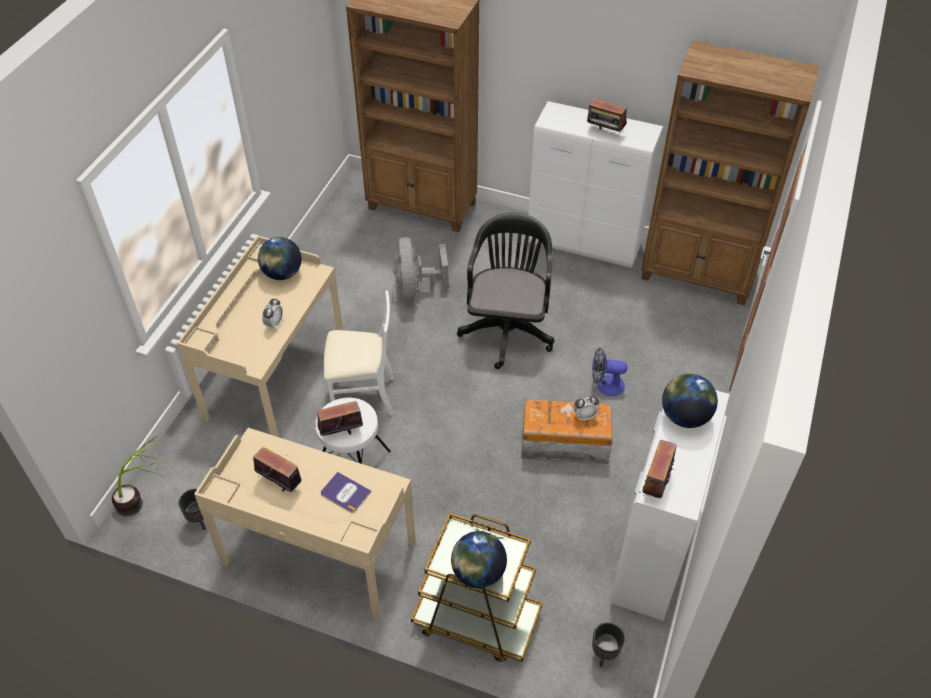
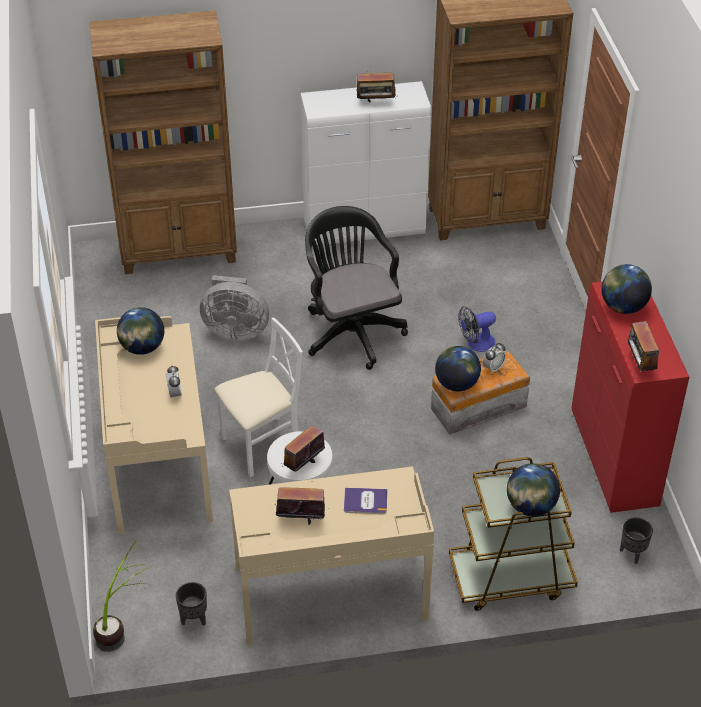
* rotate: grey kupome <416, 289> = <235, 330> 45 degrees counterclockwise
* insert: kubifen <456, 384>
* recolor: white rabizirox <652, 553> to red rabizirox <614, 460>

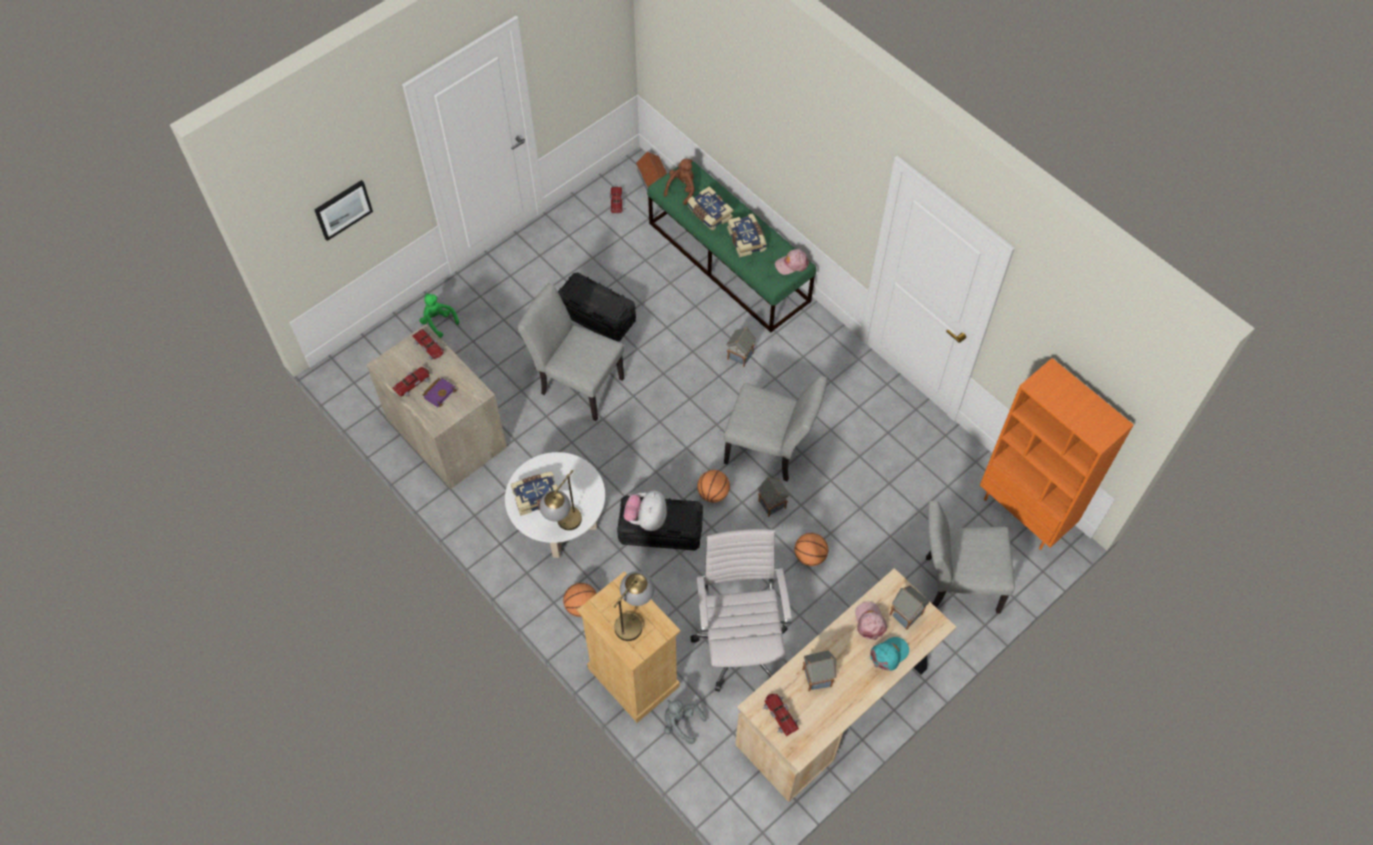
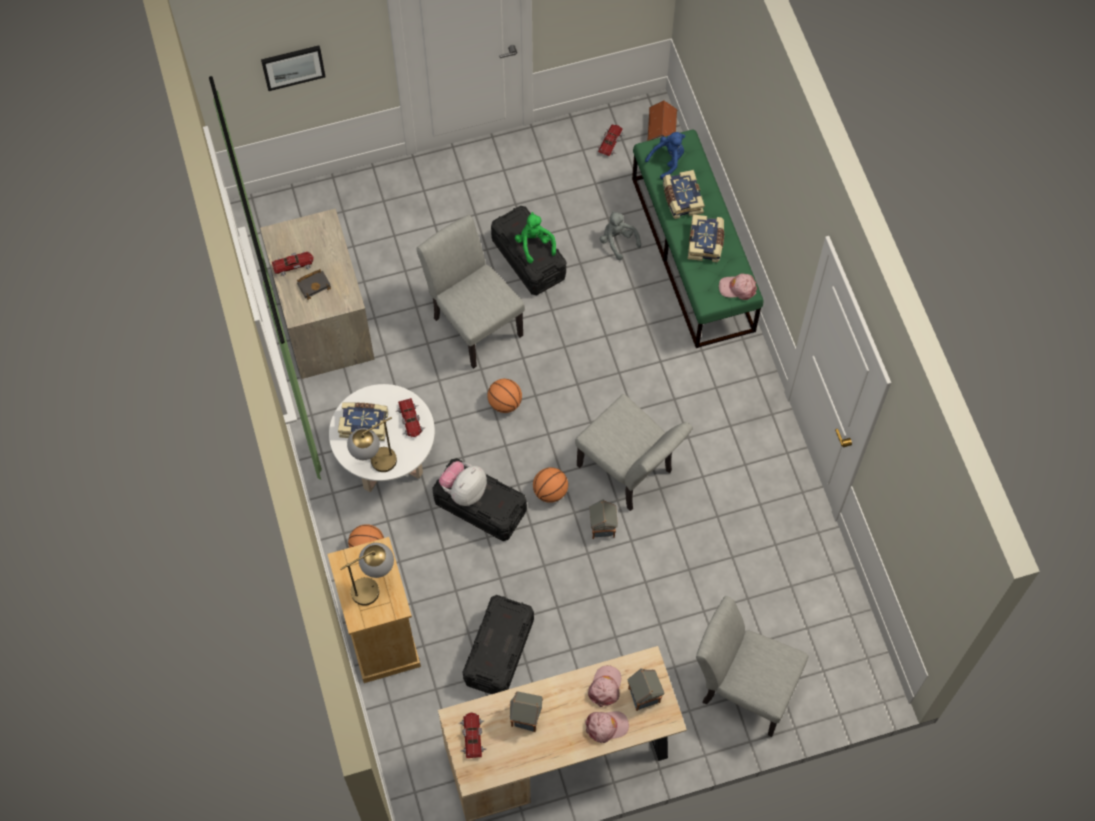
* recolor: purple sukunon <439, 392> to black sukunon <314, 284>
* move: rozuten <429, 347> to <410, 420>
* replace: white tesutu <740, 643> to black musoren <499, 651>
* move: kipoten <810, 556> to <505, 403>
* move: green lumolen <438, 322> to <534, 244>
* recolor: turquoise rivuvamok <889, 654> to pink rivuvamok <606, 726>
* move: grey lumolen <681, 723> to <618, 241>
* recolor: brown lumolen <682, 189> to blue lumolen <667, 160>
* delete: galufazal <740, 355>
* delete: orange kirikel <1025, 513>

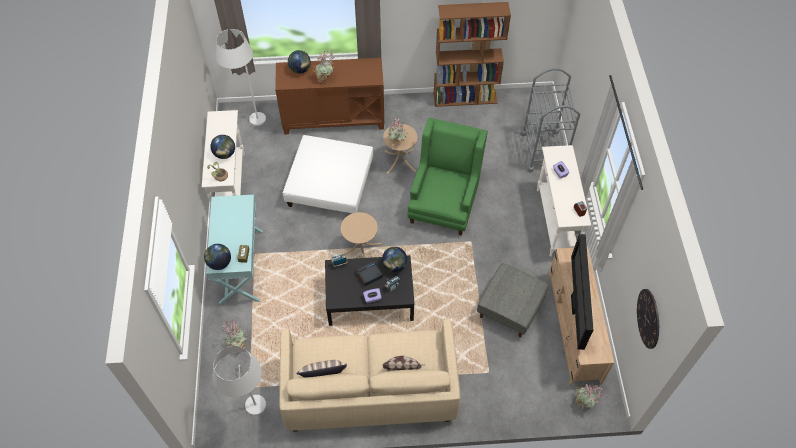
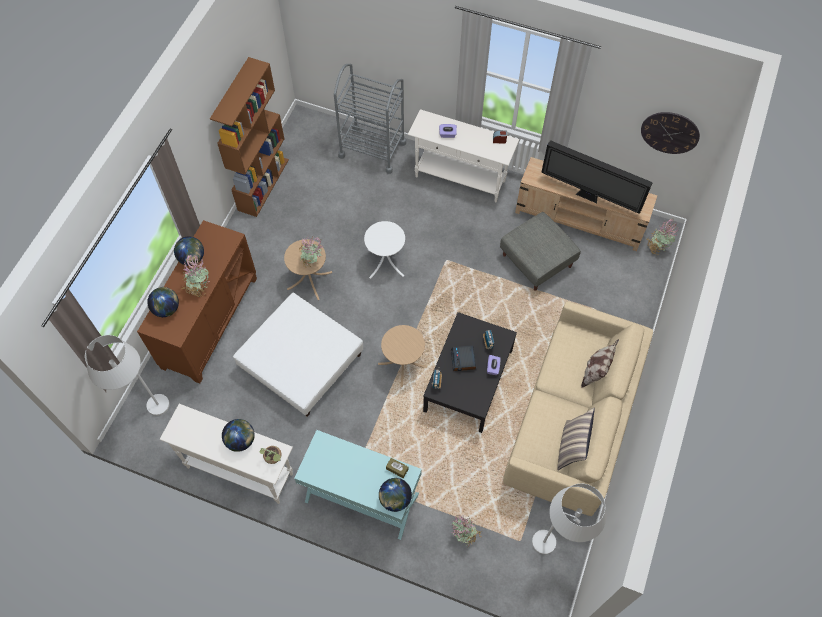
* move: kubifen <394, 265> to <192, 259>
* replace: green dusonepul <444, 202> to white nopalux <385, 262>

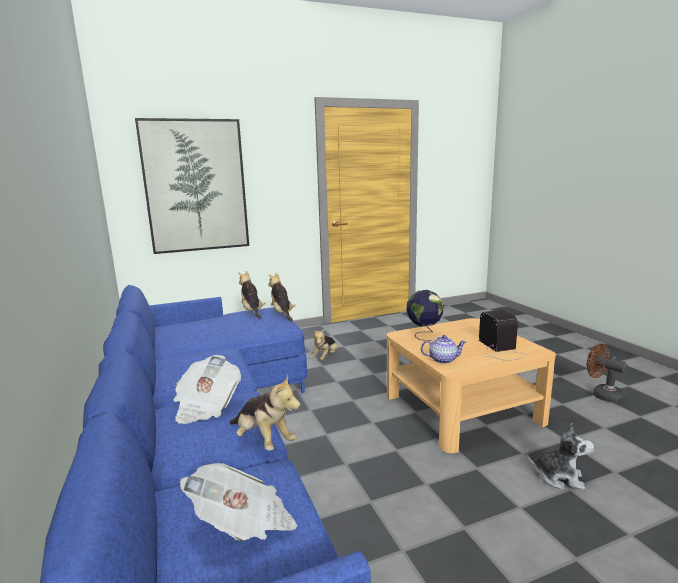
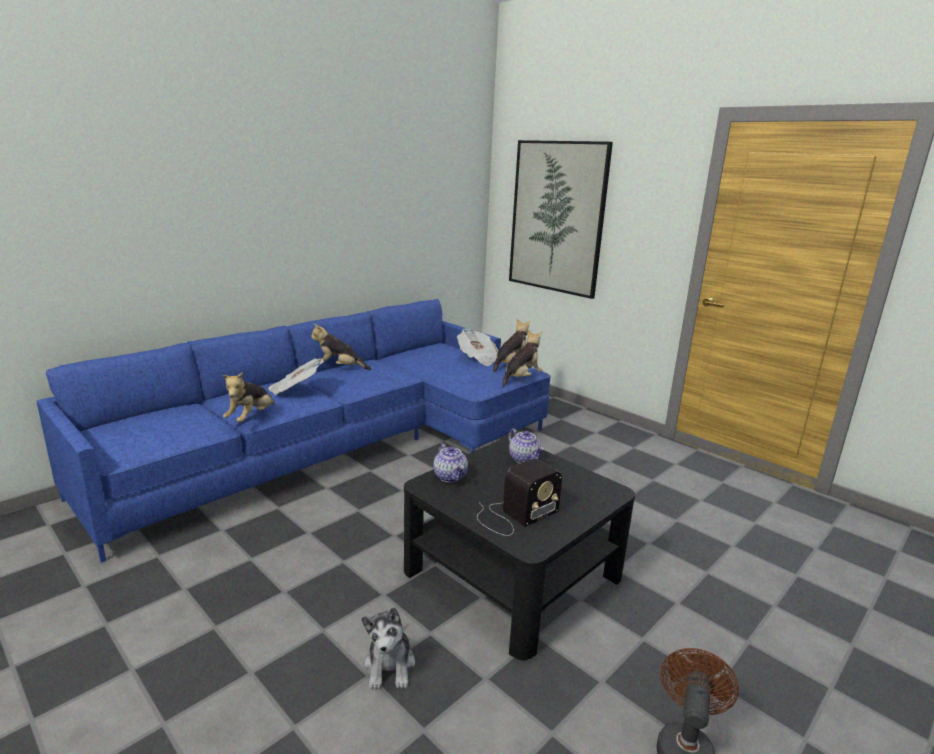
* move: lumolen <325, 357> to <339, 368>
* recolor: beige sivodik <461, 408> to black sivodik <512, 573>
* move: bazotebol <244, 524> to <478, 359>
* replace: kubifen <424, 335> to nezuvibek <524, 459>

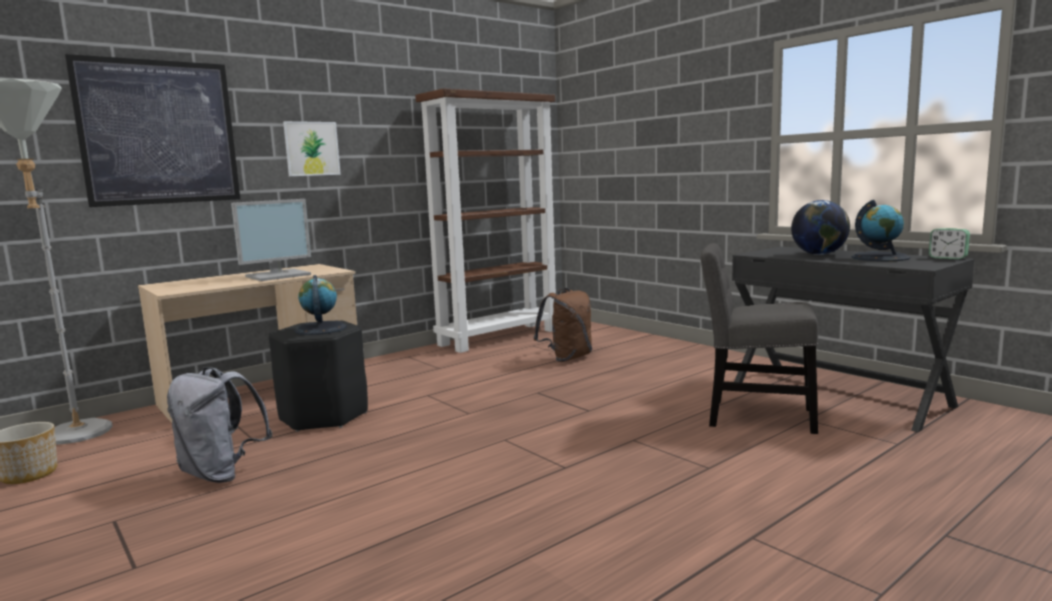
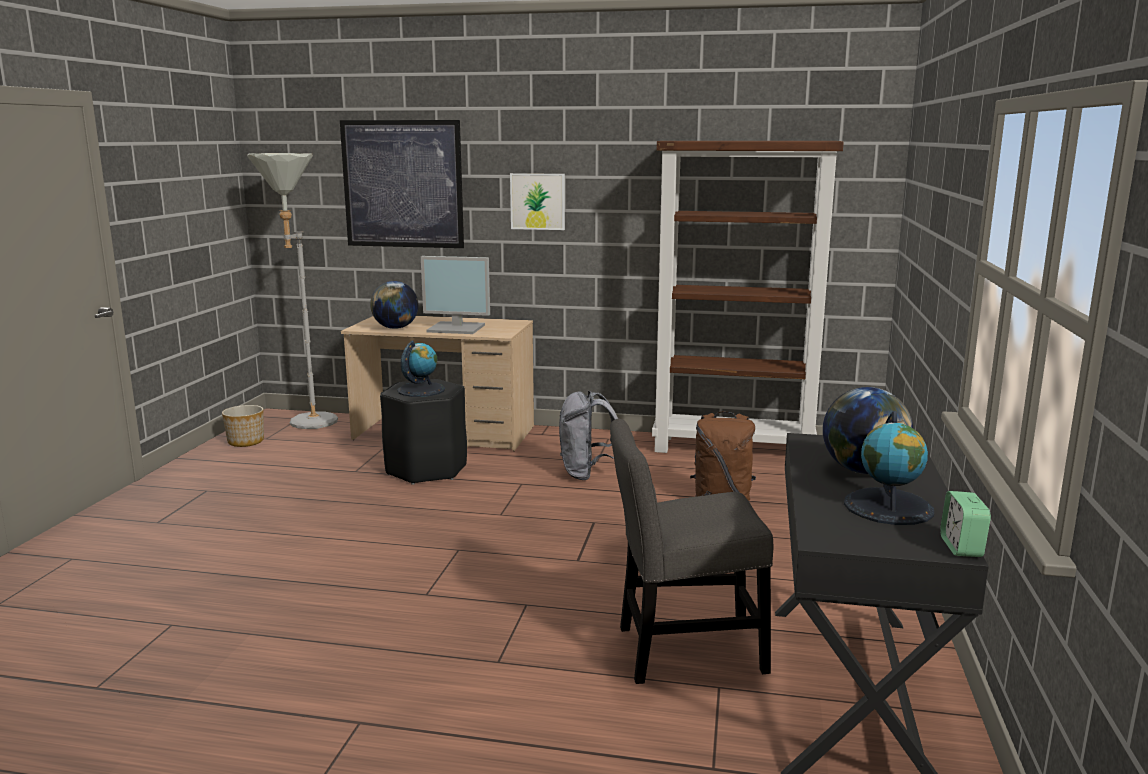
* insert: kubifen <395, 328>
* move: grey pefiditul <221, 474> to <587, 474>
* rotate: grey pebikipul <754, 416> = <682, 651> 75 degrees counterclockwise

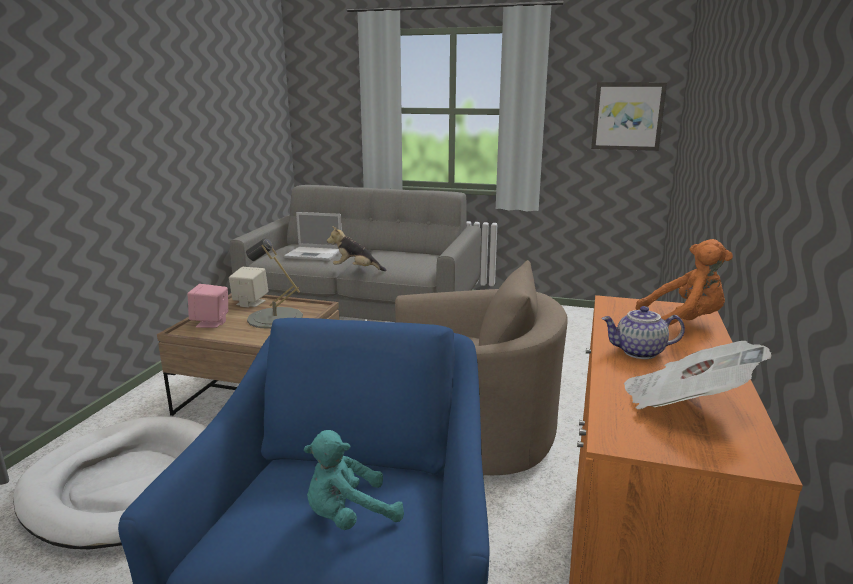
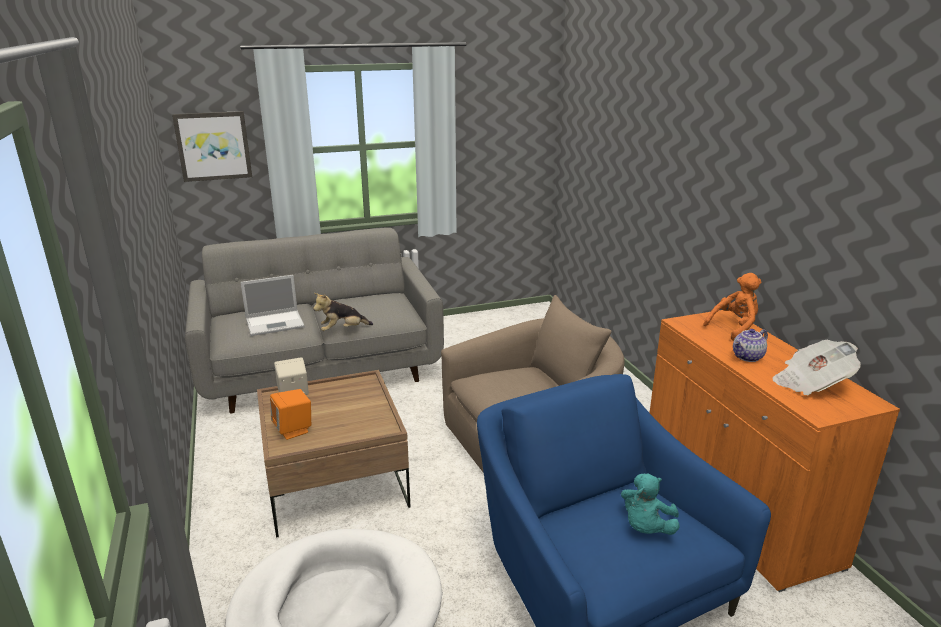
* move: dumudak <627, 116> to <213, 146>
* recolor: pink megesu <211, 323> to orange megesu <293, 430>
* delete: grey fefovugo <275, 318>

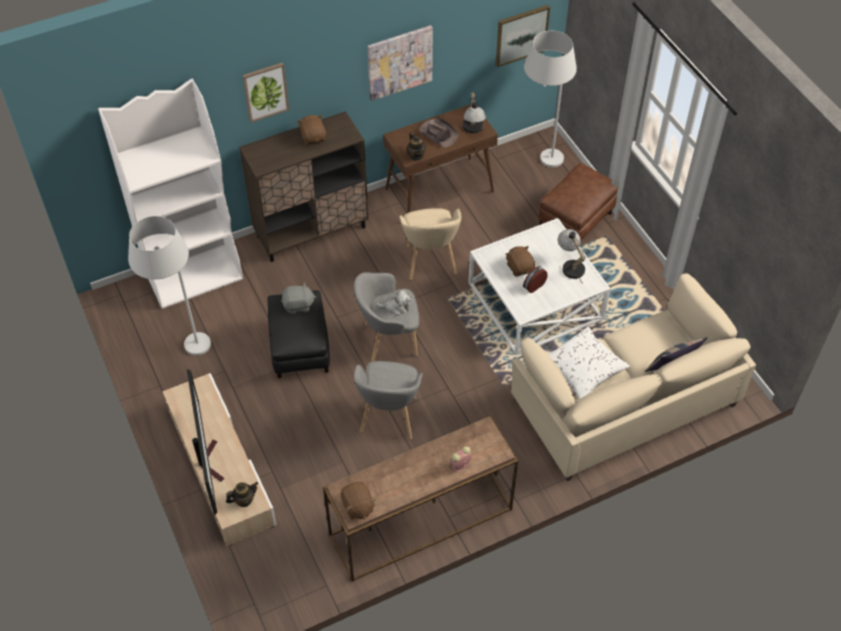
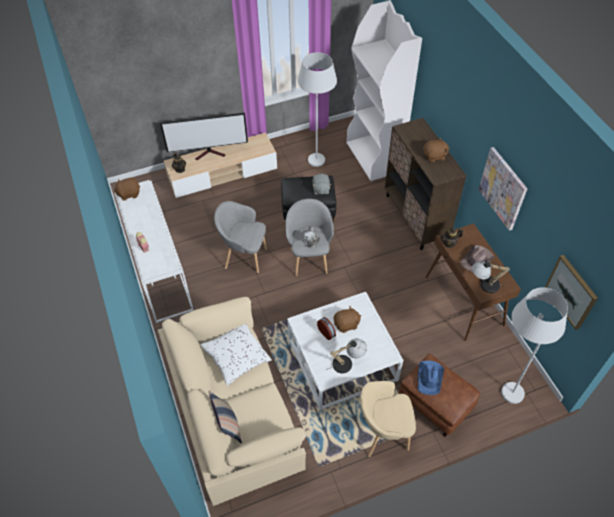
* recolor: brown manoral <420, 524> to white manoral <158, 270>
* move: beige dusonepul <430, 262> to <382, 434>
* insert: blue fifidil <430, 377>
* delete: dumudak <265, 91>

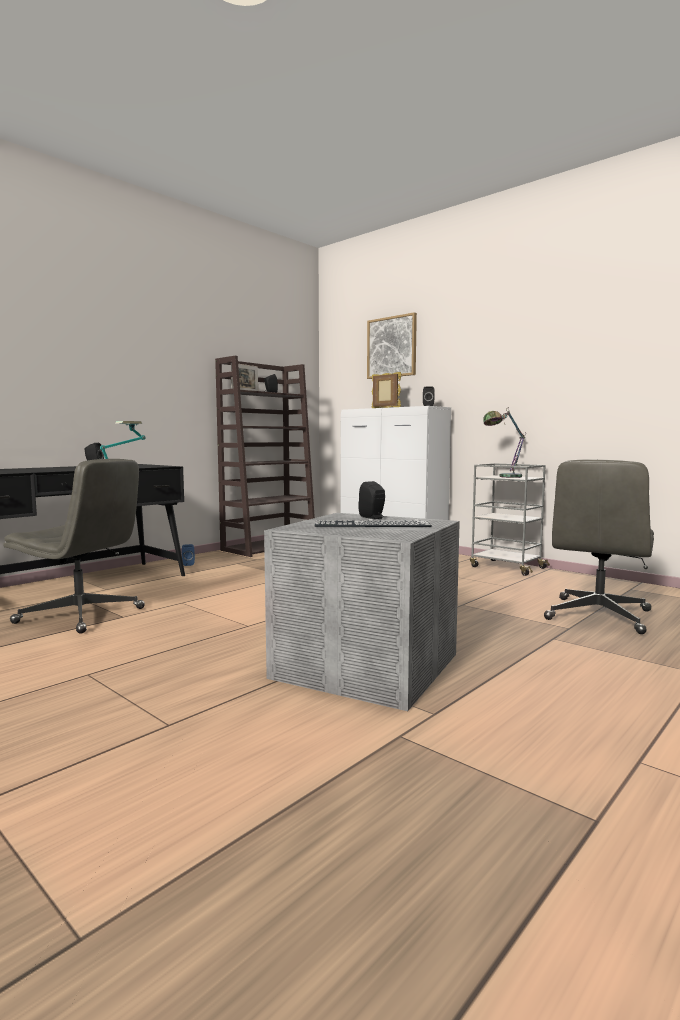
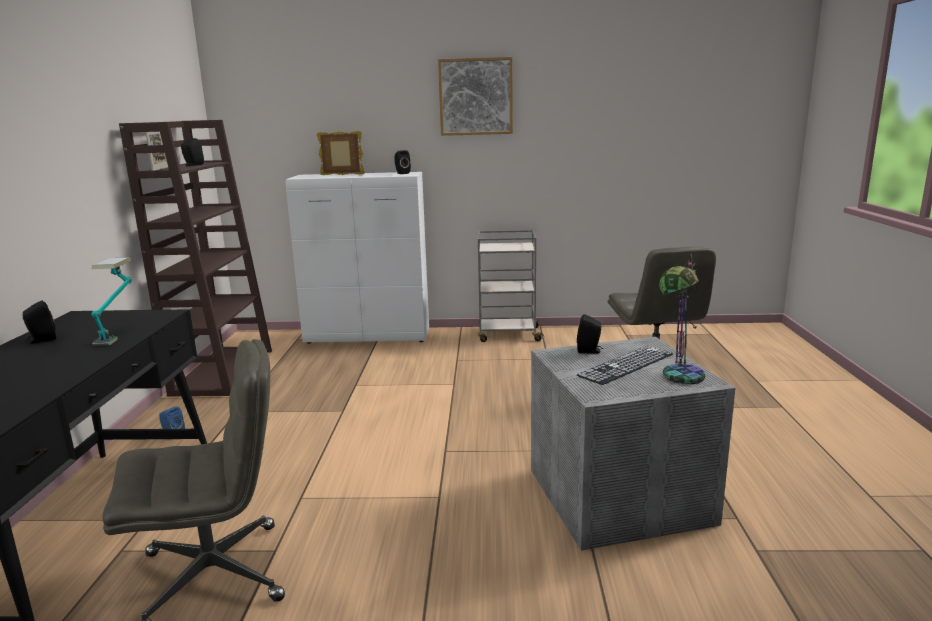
* move: dumudak <392, 347> to <476, 97>
* move: fefovugo <504, 477> to <678, 380>

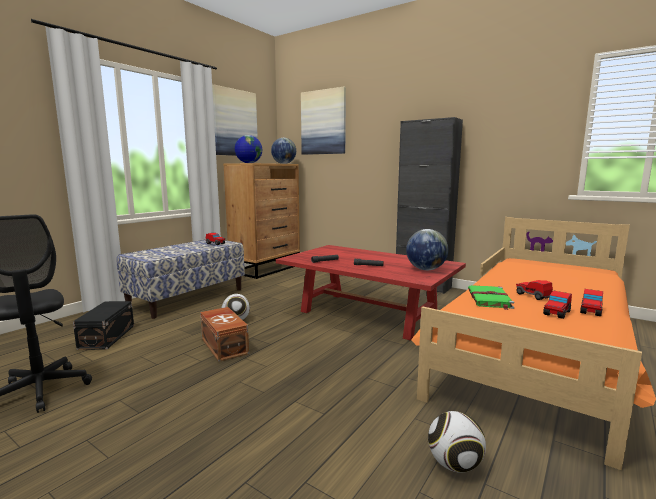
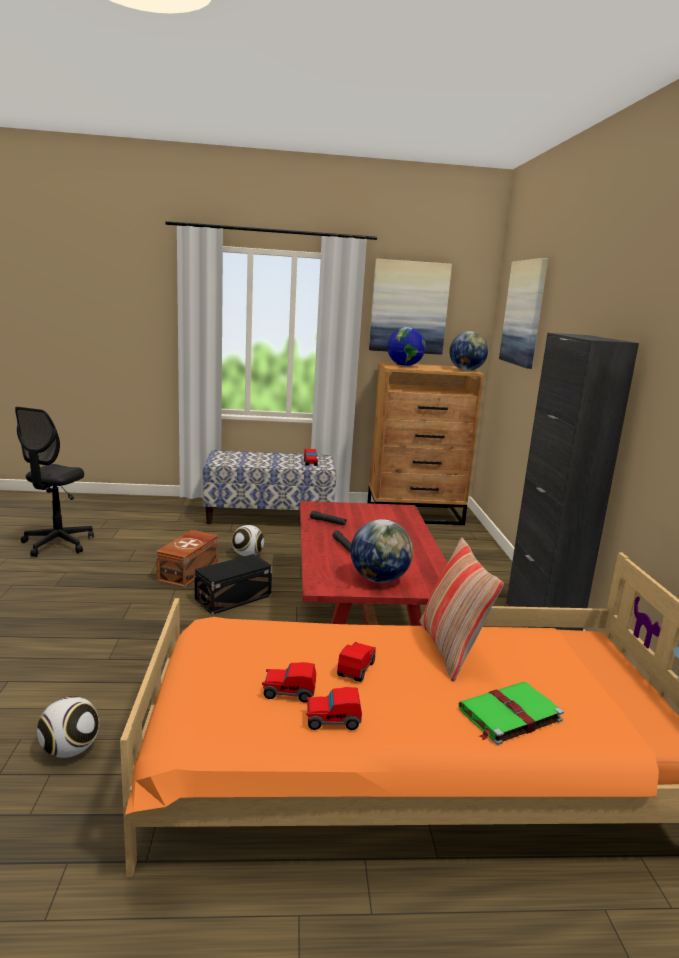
* move: black musoren <108, 336> to <234, 598>
* insert: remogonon <450, 649>
* move: green sukunon <489, 299> to <508, 715>

